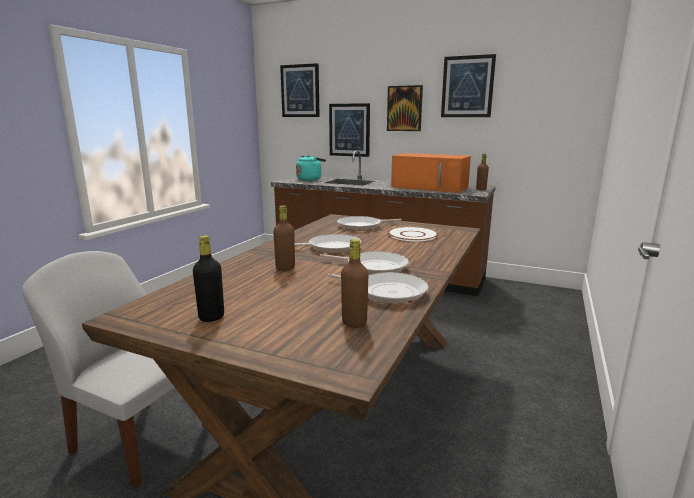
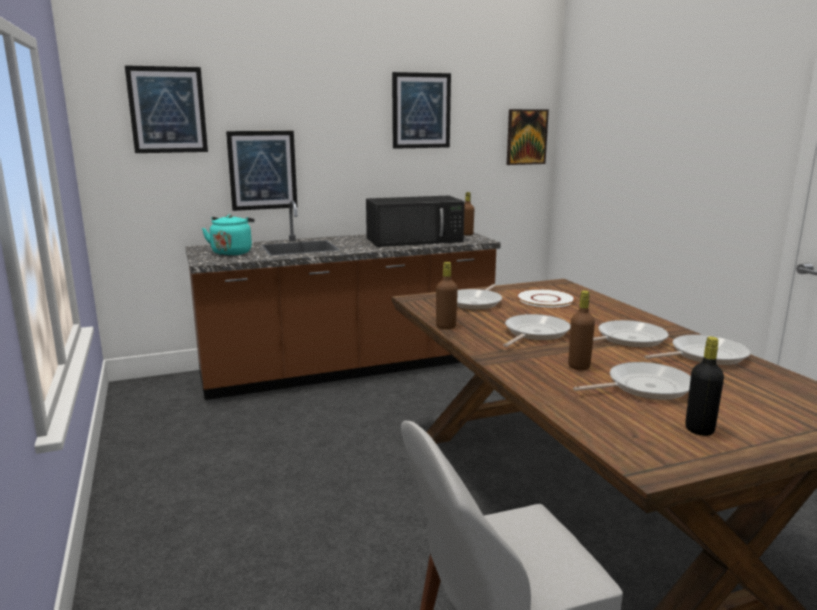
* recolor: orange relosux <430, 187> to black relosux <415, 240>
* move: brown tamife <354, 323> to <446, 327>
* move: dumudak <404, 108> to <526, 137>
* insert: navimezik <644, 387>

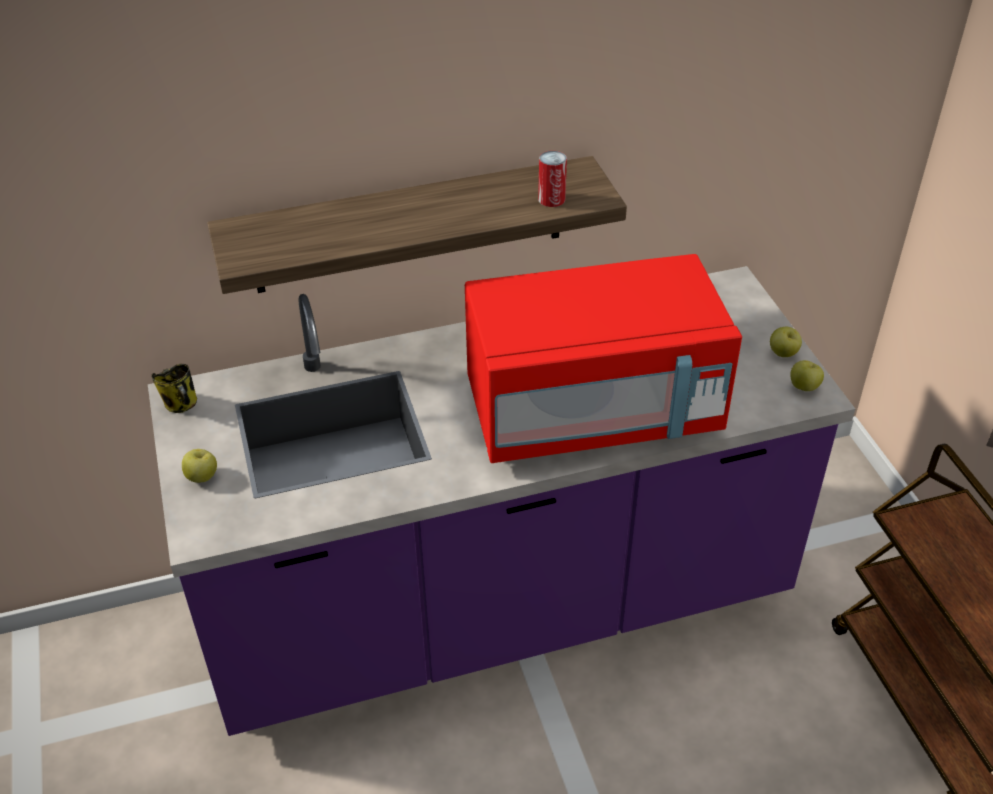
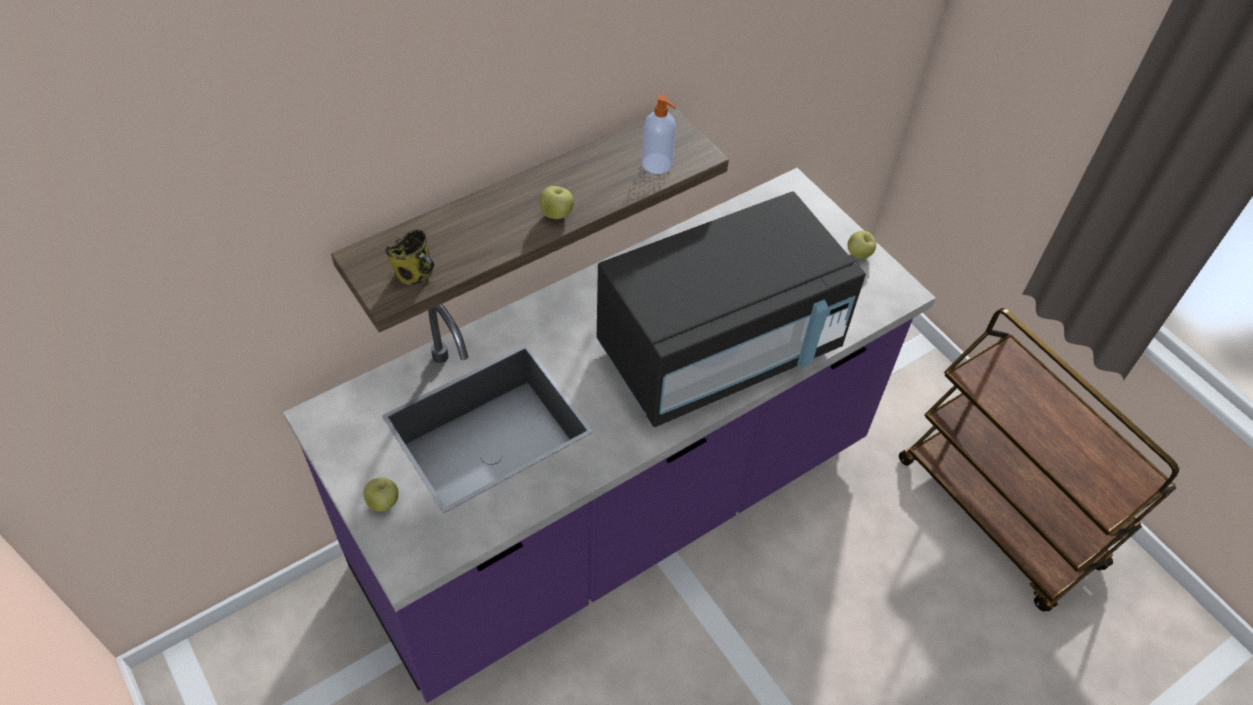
* move: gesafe <182, 405> to <416, 274>
* move: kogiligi <804, 387> to <556, 214>
* recolor: red relosux <593, 412> to black relosux <719, 350>
* replace: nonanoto <551, 199> to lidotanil <658, 164>

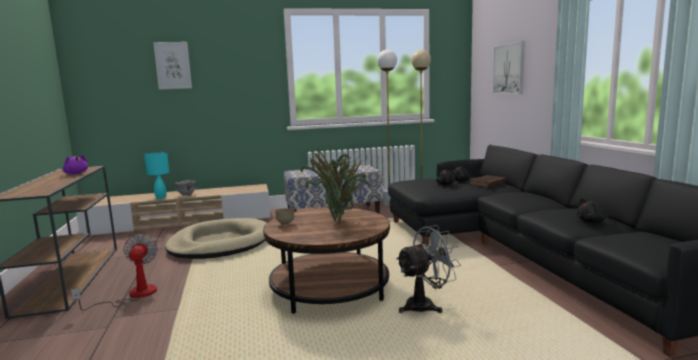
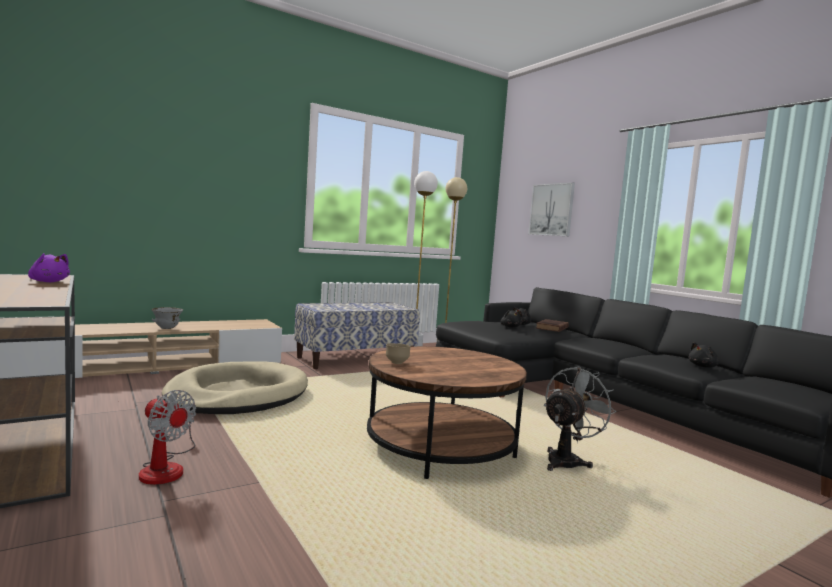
* rotate: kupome <133, 295> = <166, 467> 150 degrees clockwise
* delete: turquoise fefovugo <161, 197>
* delete: dumudak <173, 65>
* delete: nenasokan <338, 219>

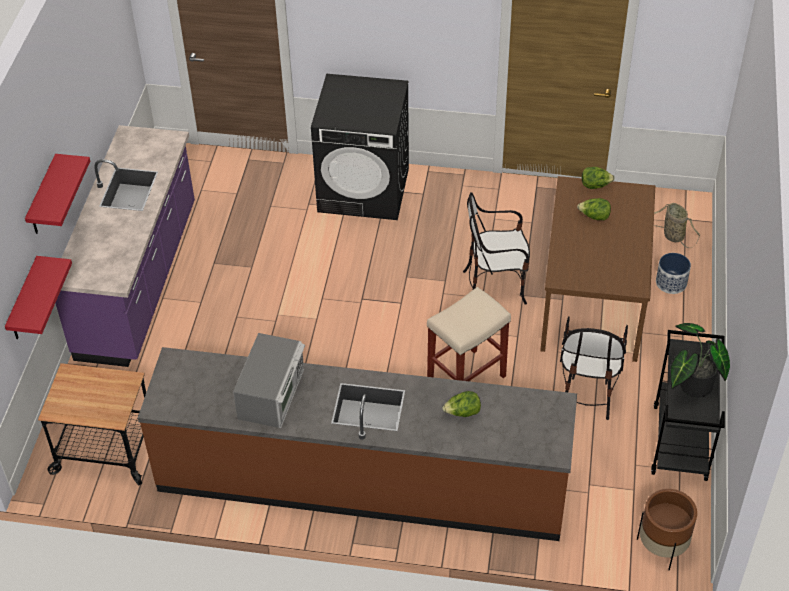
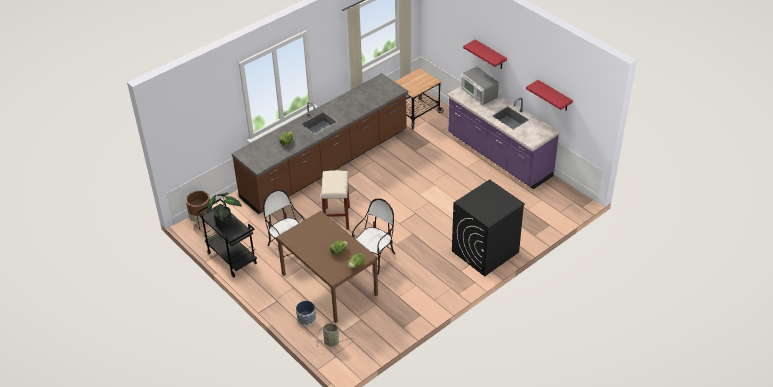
* move: relosux <272, 394> to <478, 94>
* move: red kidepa <24, 301> to <554, 96>

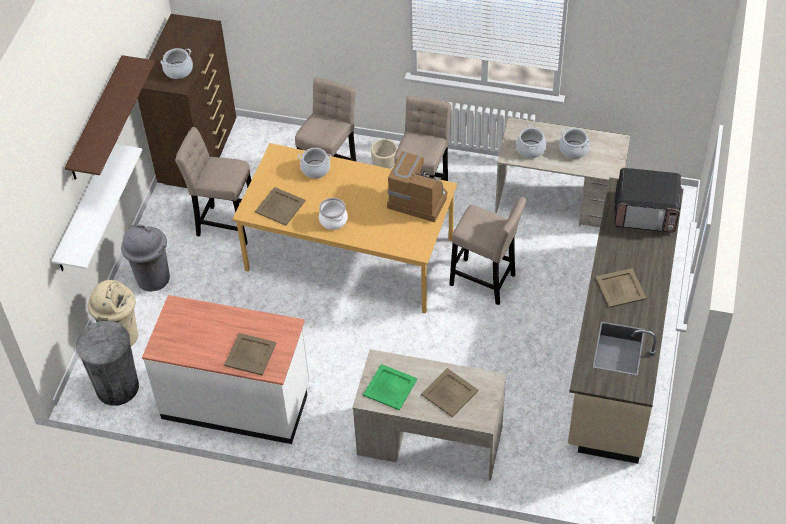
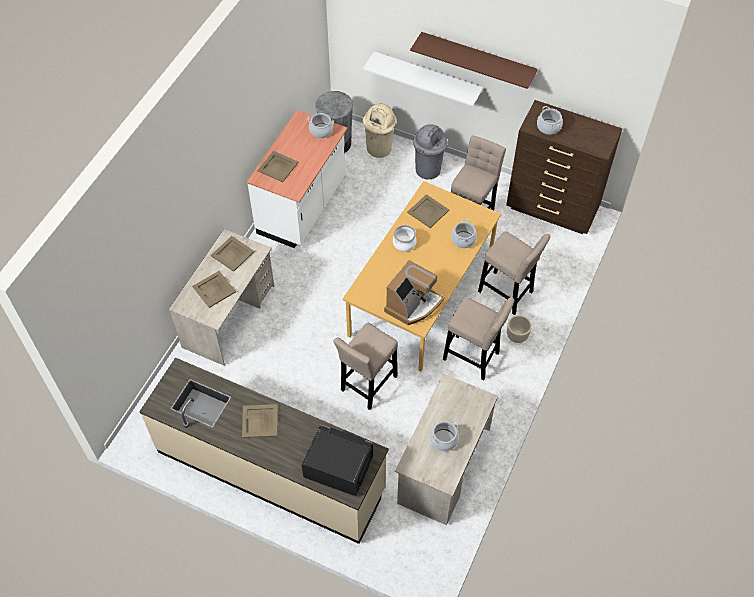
* recolor: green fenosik <389, 387> to beige fenosik <232, 253>
* rotate: relosux <646, 212> = <338, 467> 90 degrees clockwise
* move: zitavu <530, 149> to <321, 130>

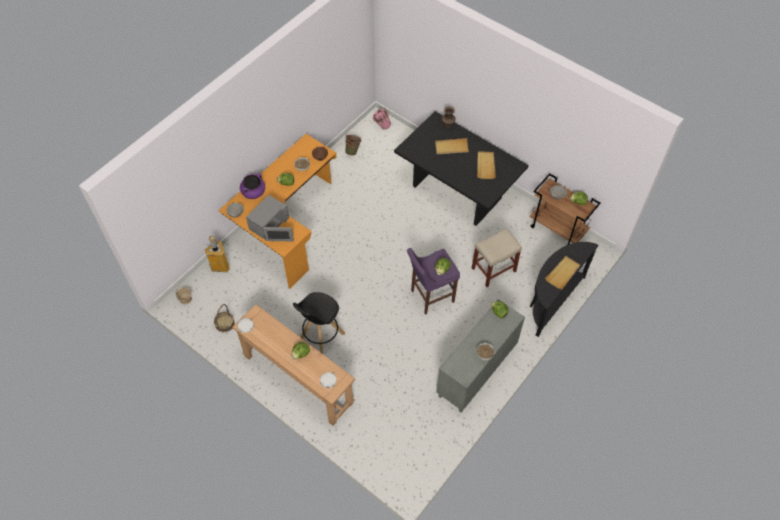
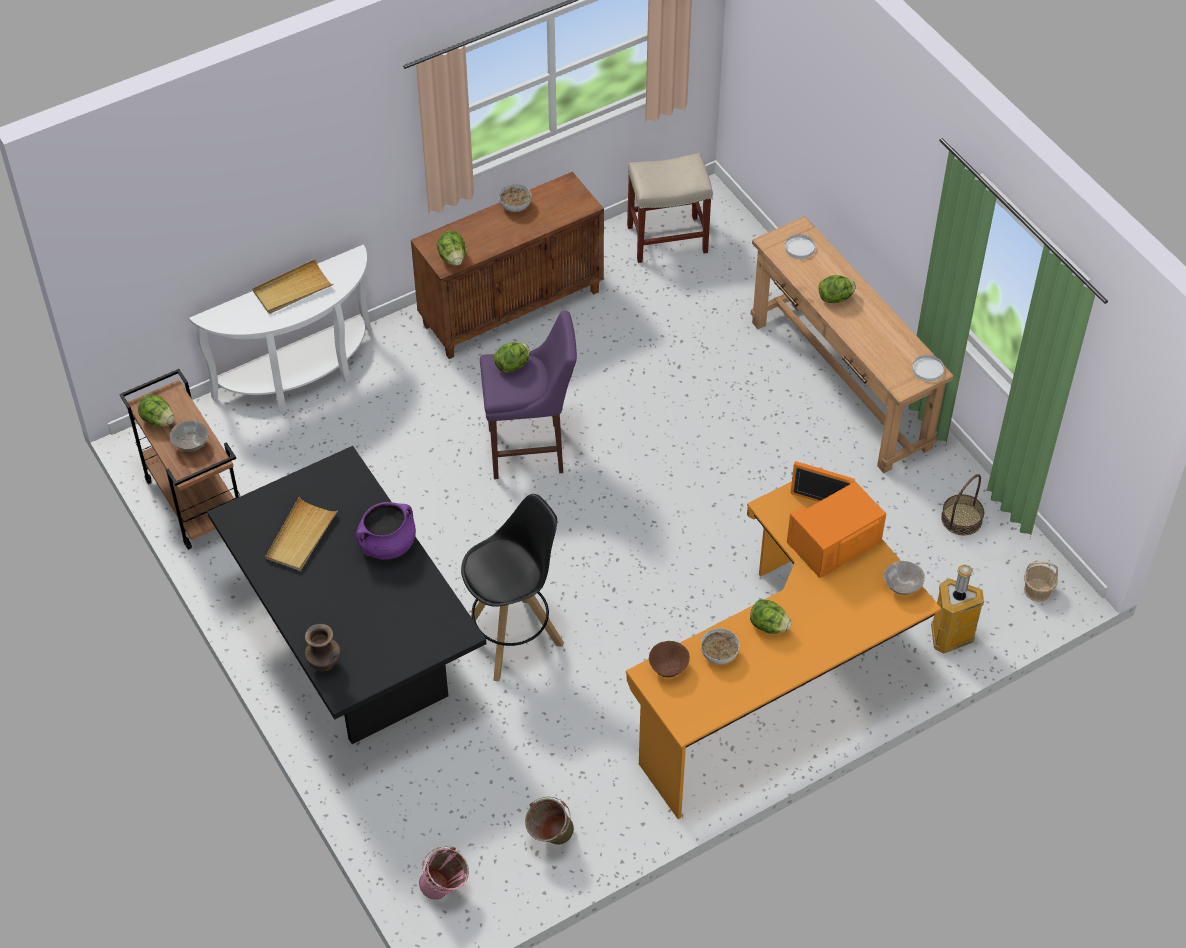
* recolor: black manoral <551, 300> to white manoral <302, 378>
* move: purple zitavu <253, 192> to <387, 545>
* recolor: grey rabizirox <476, 372> to brown rabizirox <512, 307>
* move: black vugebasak <321, 338> to <513, 638>
* move: beige vugebasak <493, 270> to <668, 238>
* recolor: grey relosux <269, 225> to orange relosux <833, 539>
* delete: beige fenosik <451, 147>

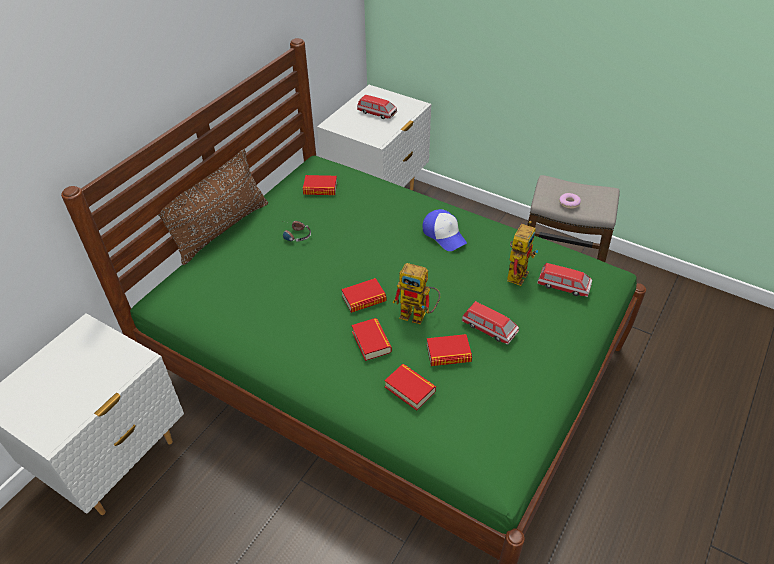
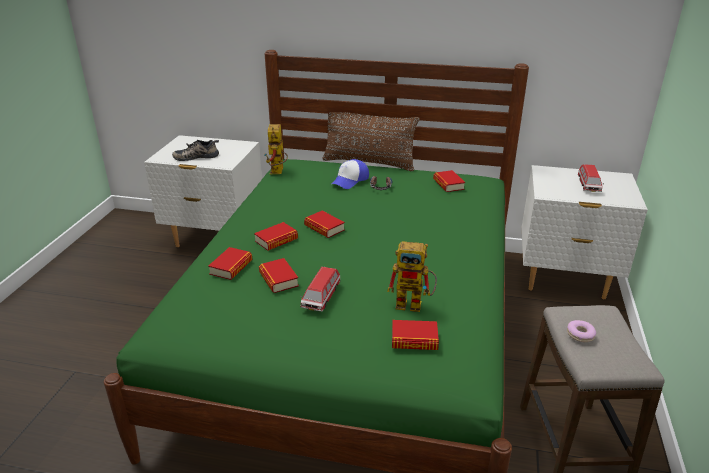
* insert: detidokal <197, 156>
* move: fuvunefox <418, 315> to <278, 172>
* move: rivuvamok <444, 235> to <350, 180>
* replace: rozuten <563, 286> to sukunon <414, 340>

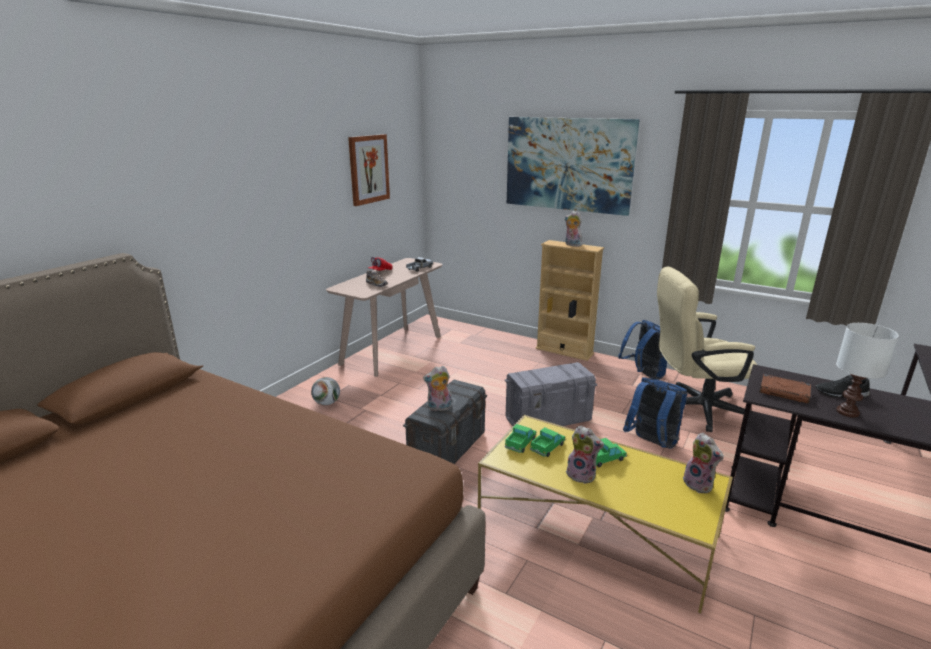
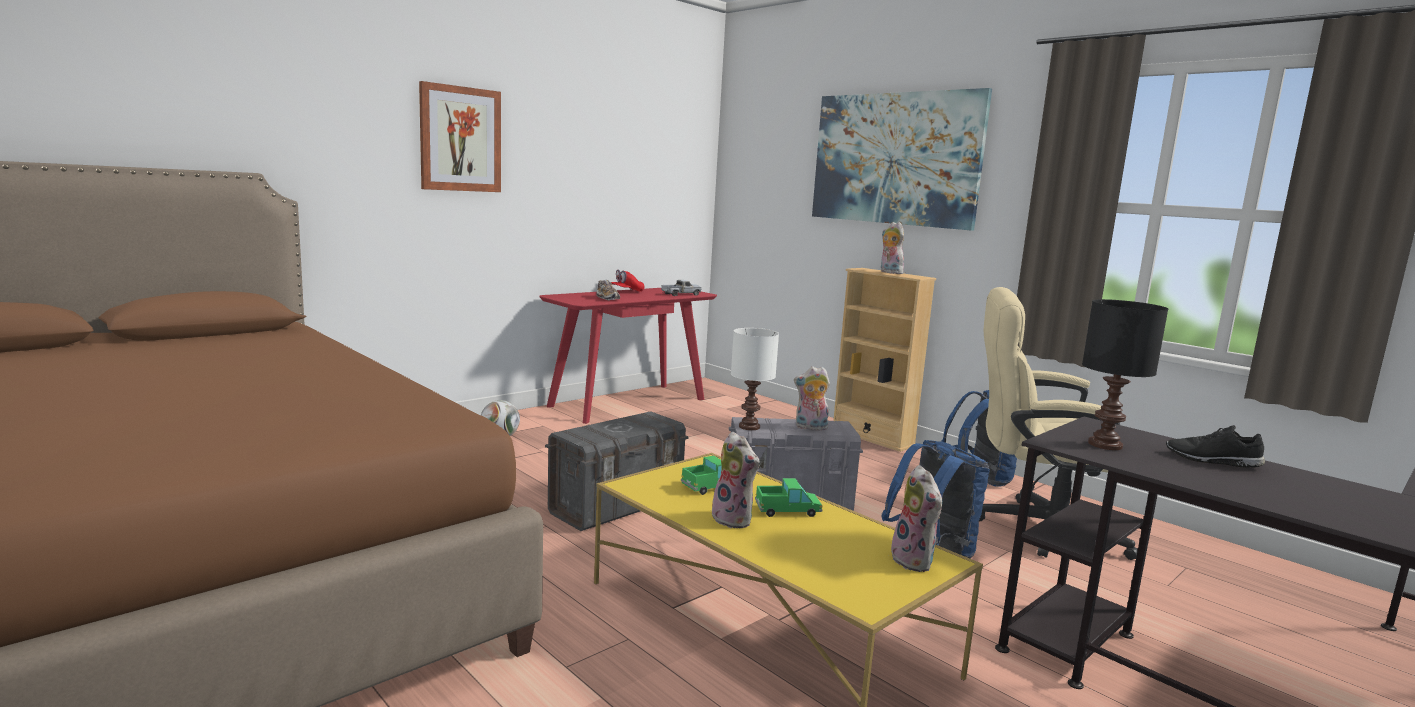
* move: dumudak <368, 169> to <460, 139>
* recolor: beige manoral <391, 349> to red manoral <628, 402>
* move: white fefovugo <848, 412> to <750, 427>
* move: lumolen <439, 408> to <810, 428>
* replace: brown sukunon <784, 392> to black fefovugo <1106, 445>
* delete: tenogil <520, 443>

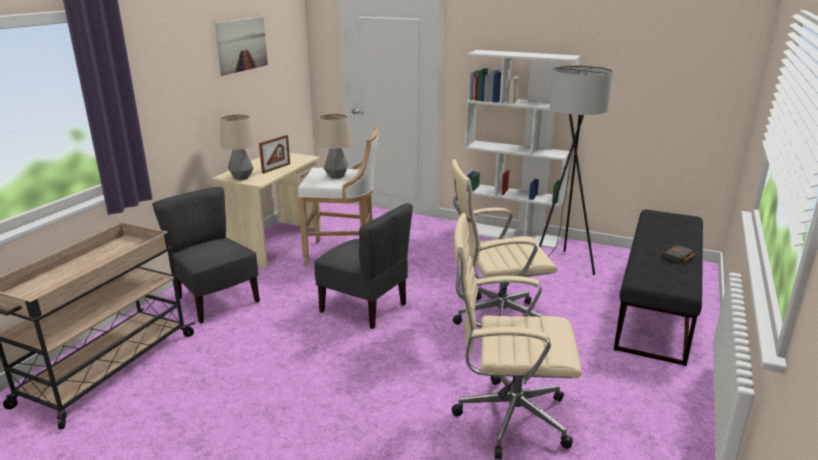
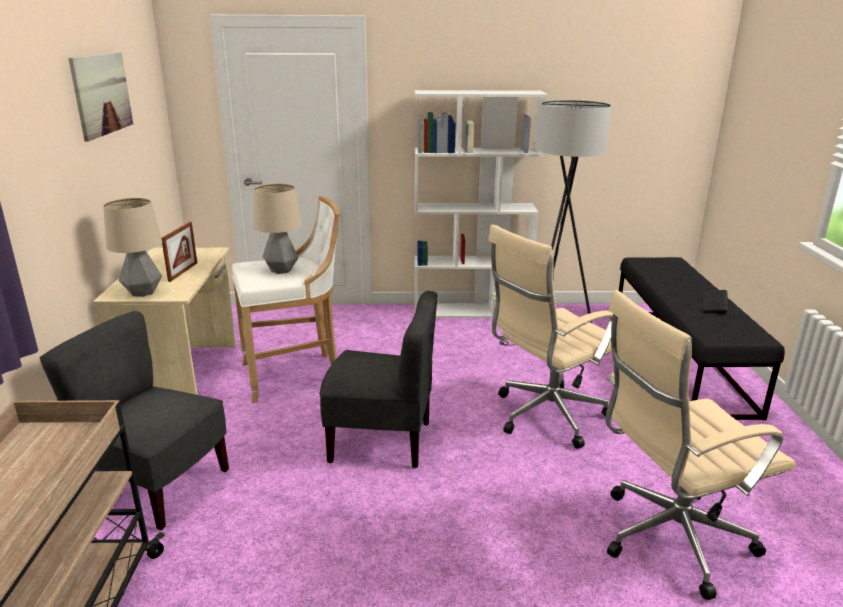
* replace: black sukunon <679, 257> to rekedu <714, 302>

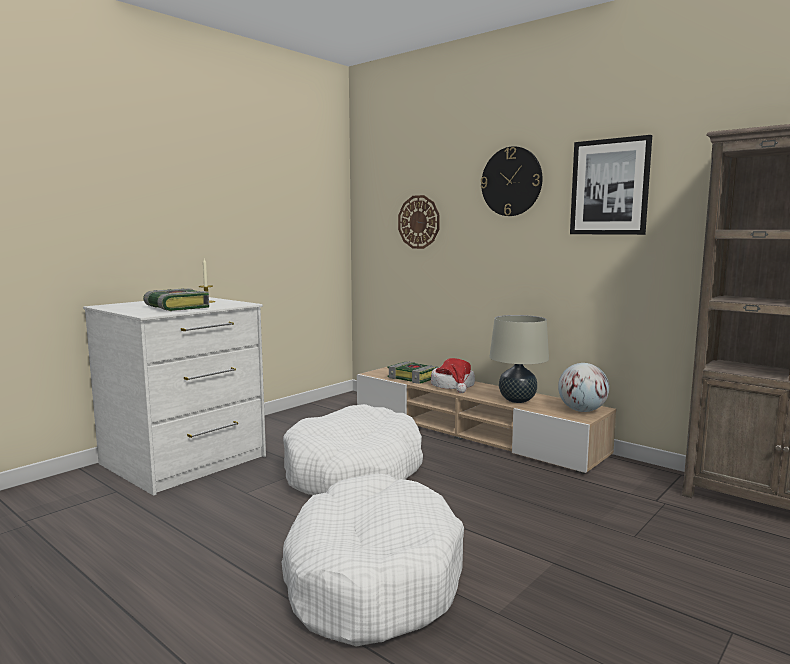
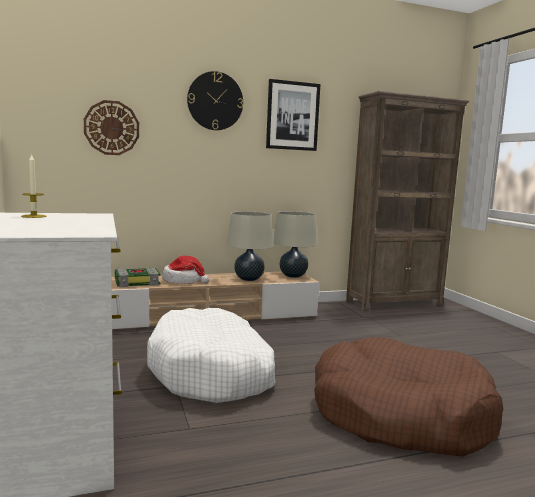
* replace: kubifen <582, 411> to beige fefovugo <293, 276>
* recolor: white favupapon <371, 577> to brown favupapon <400, 414>
* delete: sukunon <175, 308>

